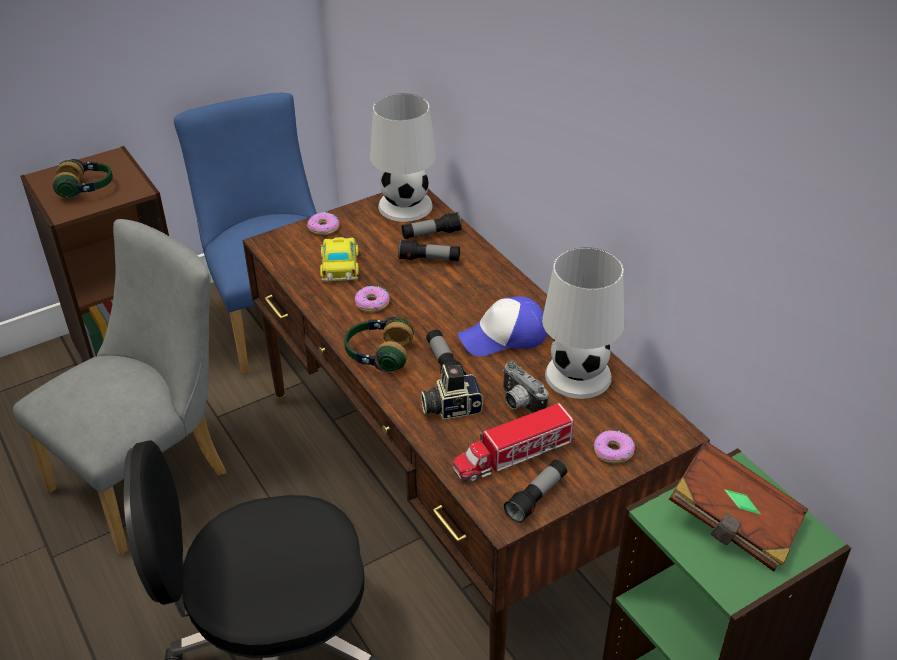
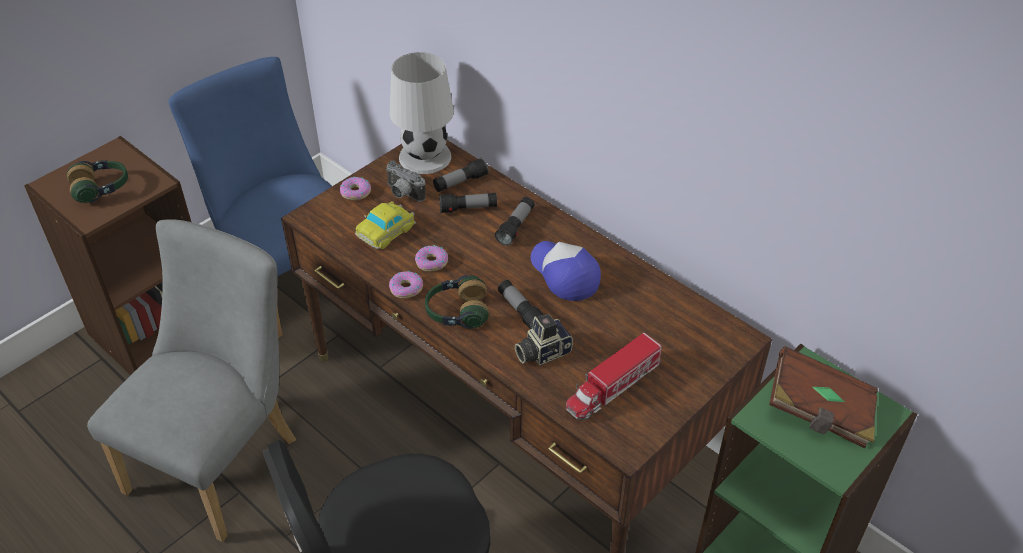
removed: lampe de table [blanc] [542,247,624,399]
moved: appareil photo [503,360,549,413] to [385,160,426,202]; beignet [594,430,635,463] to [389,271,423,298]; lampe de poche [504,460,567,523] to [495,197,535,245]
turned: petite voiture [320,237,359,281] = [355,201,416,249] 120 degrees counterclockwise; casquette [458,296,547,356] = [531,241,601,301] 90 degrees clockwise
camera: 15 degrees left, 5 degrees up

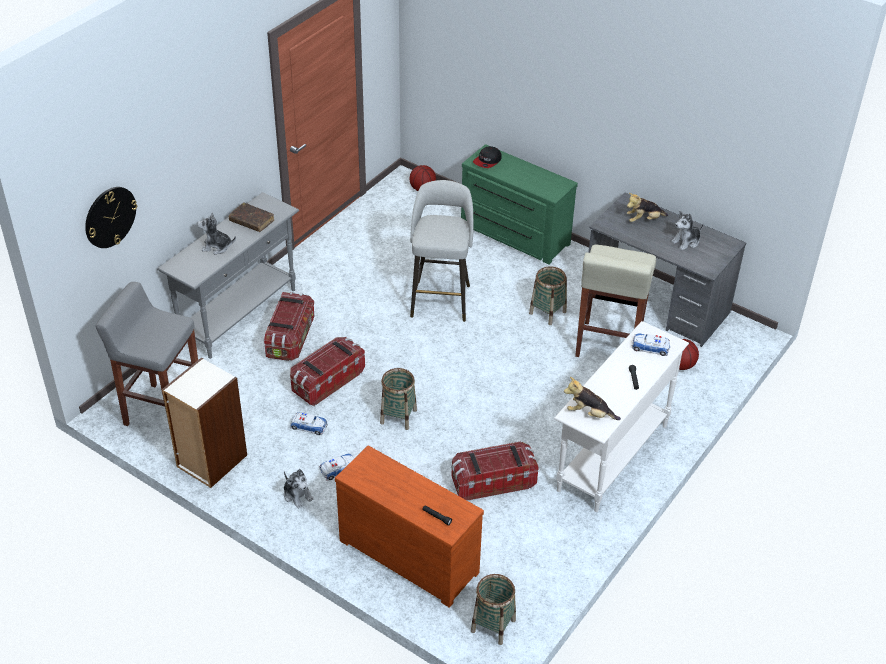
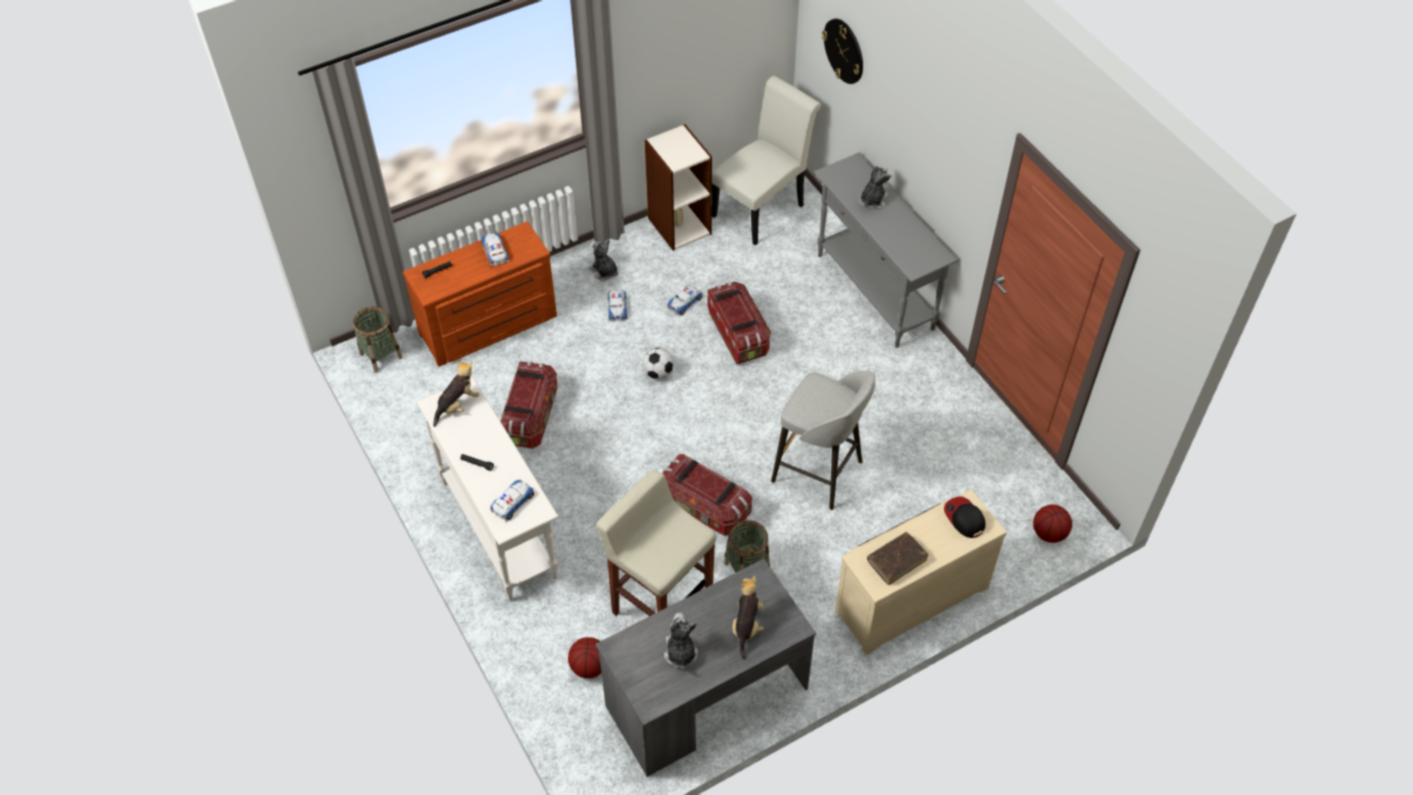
added: petite voiture [481,233,510,266]
moved: boîte de rangement [264,292,314,361] to [662,454,752,536]; livre [marron] [229,203,274,232] to [867,532,928,585]
replaced: panier [380,368,417,430] to ballon de foot [642,348,674,380]; tabouret [gris] [95,282,198,426] to chaise [blanc] [712,76,821,245]
recoloured: commode [vert] [461,144,578,265] to commode [beige] [835,490,1007,655]
turned: peluche [284,469,314,508] = [588,239,618,281] 60 degrees clockwise
camera: 115 degrees right, 10 degrees up

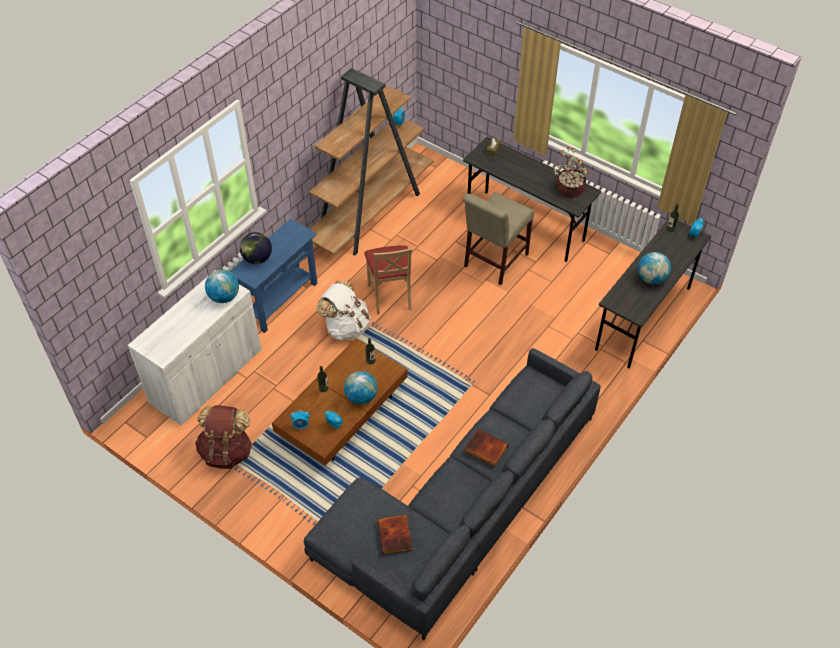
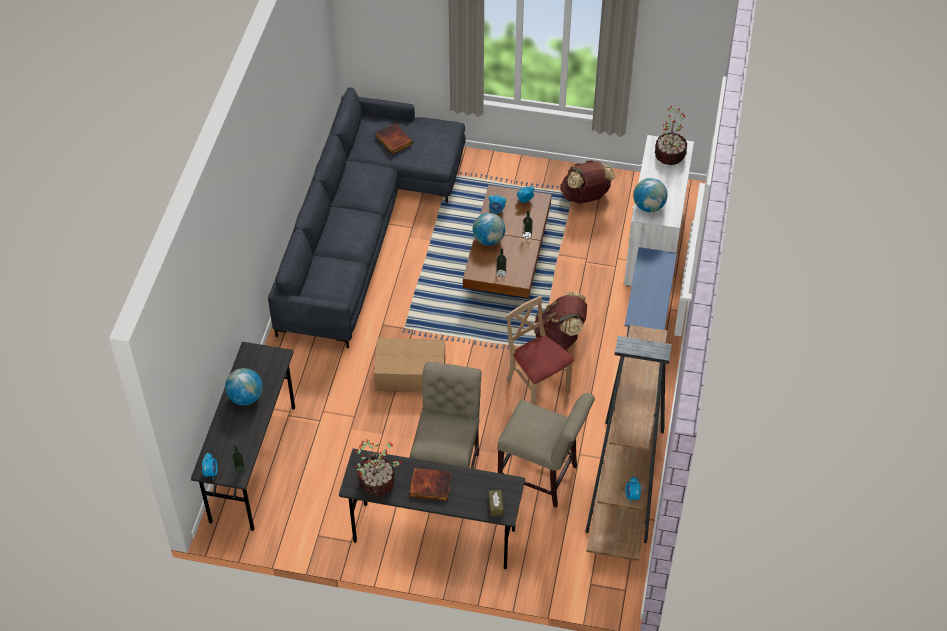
removed: globe [240,232,272,264]
added: carton [374,338,445,392]; chaise [beige] [497,393,595,508]; plante en pot [655,106,687,165]
moved: livre [464,429,508,467] to [409,468,452,501]
recoloured: sac à dos [blanc] [316,281,371,341] to sac à dos [marron] [534,292,587,350]
camera: 155 degrees right, 0 degrees up

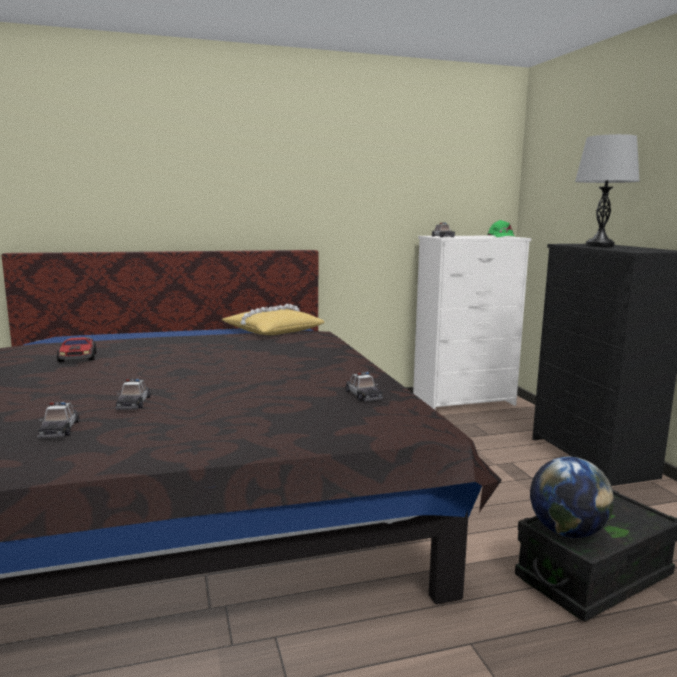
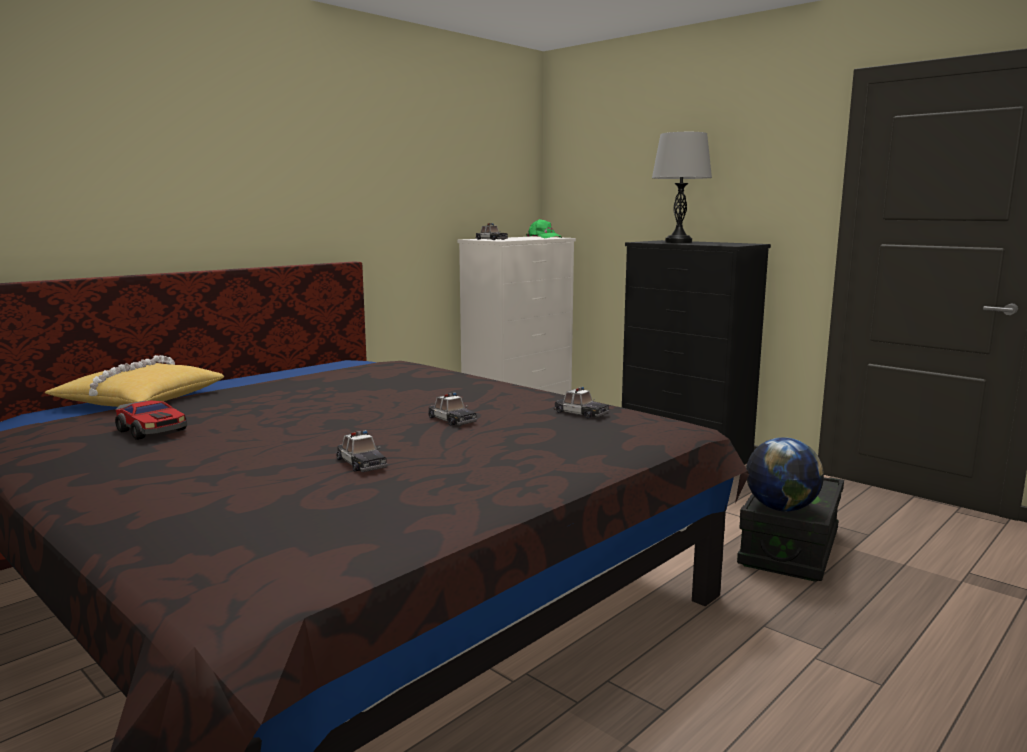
moved: coussin [jaune] [222,304,325,335] to [44,355,224,407]; petite voiture [37,402,80,439] to [428,392,477,426]
camera: 30 degrees left, 0 degrees up

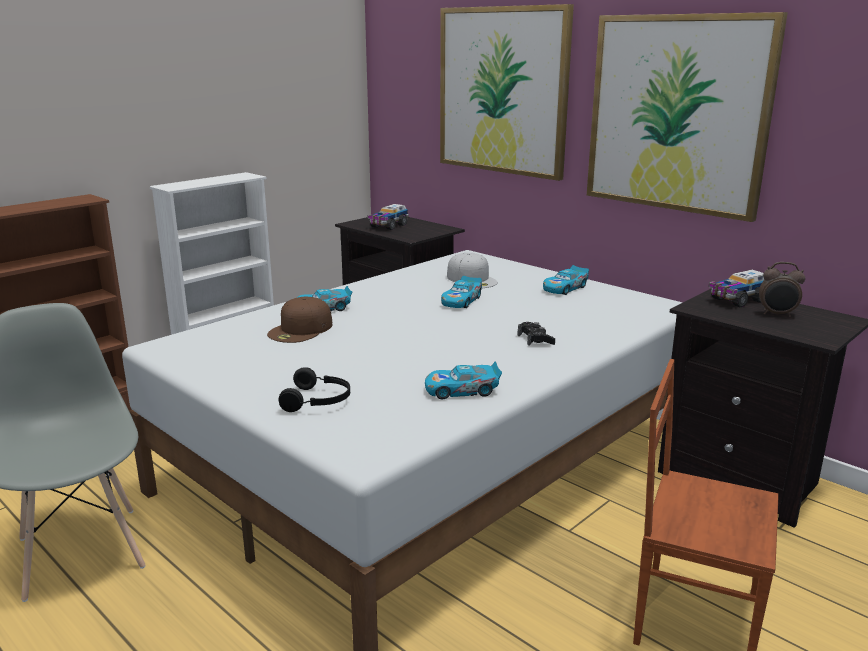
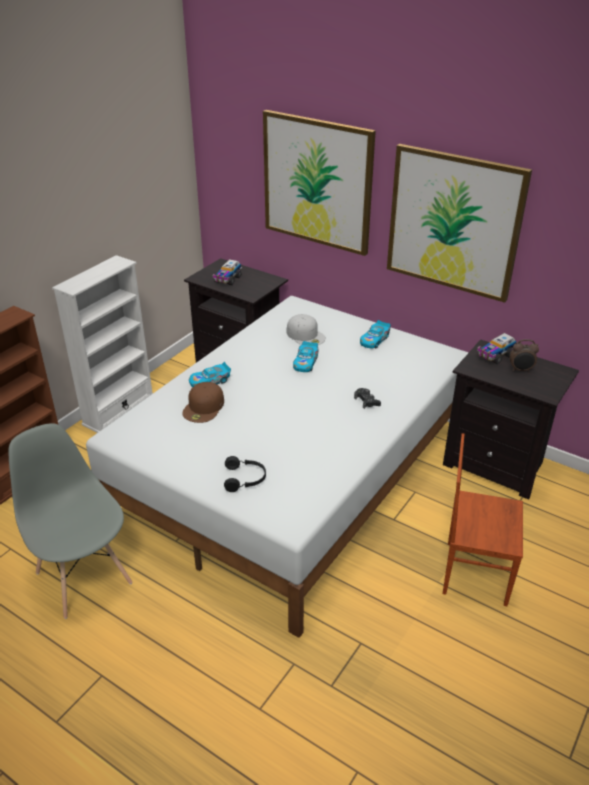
removed: petite voiture [425,362,502,399]
camera: 10 degrees left, 15 degrees up

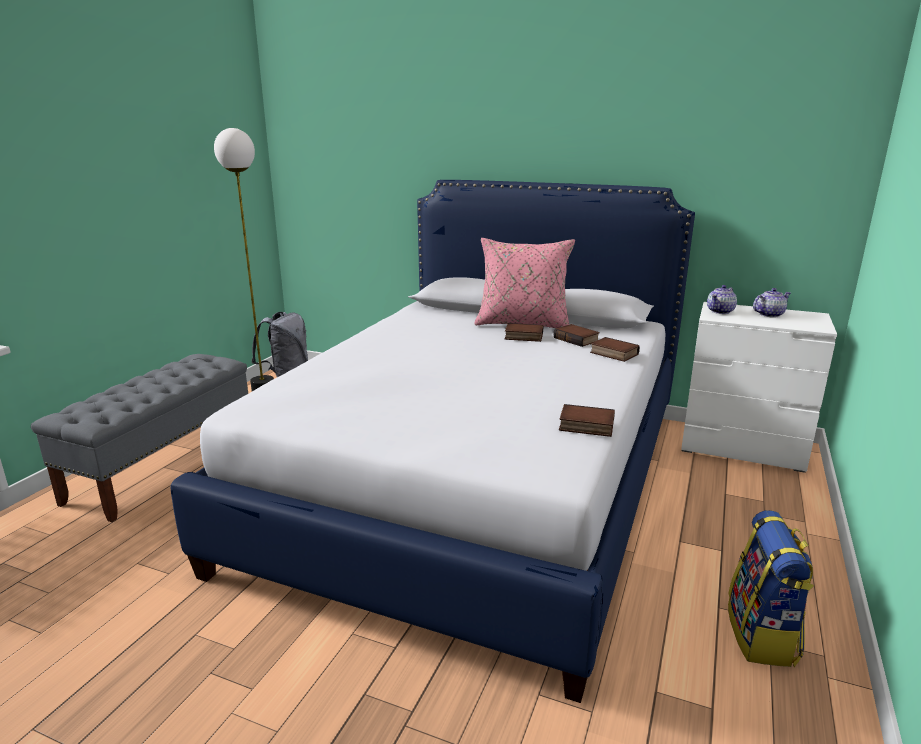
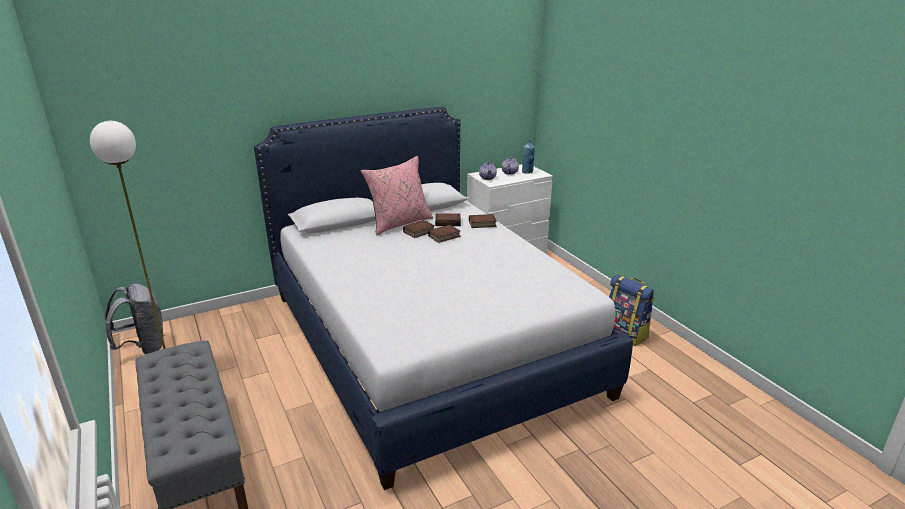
added: bouteille [bleu] [522,140,535,174]
moved: livre [559,404,615,437] to [428,225,460,243]
camera: 50 degrees left, 5 degrees up

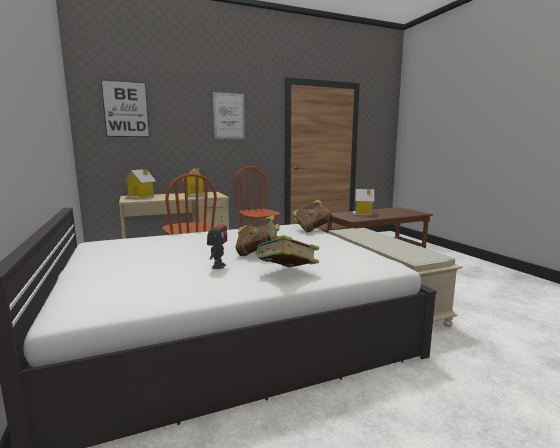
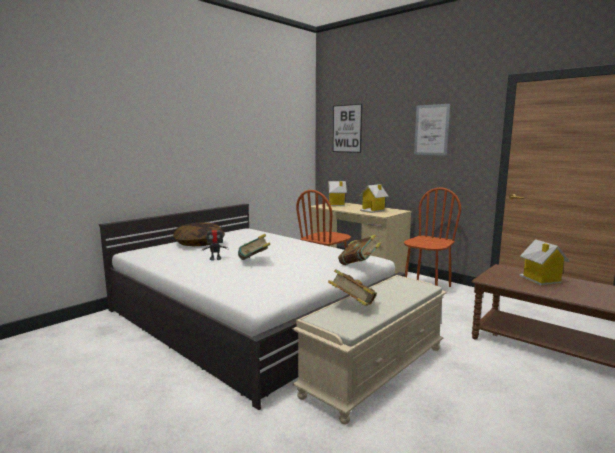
added: coussin [173,222,225,246]
moved: livre [256,235,319,267] to [328,269,377,306]
camera: 65 degrees right, 0 degrees up

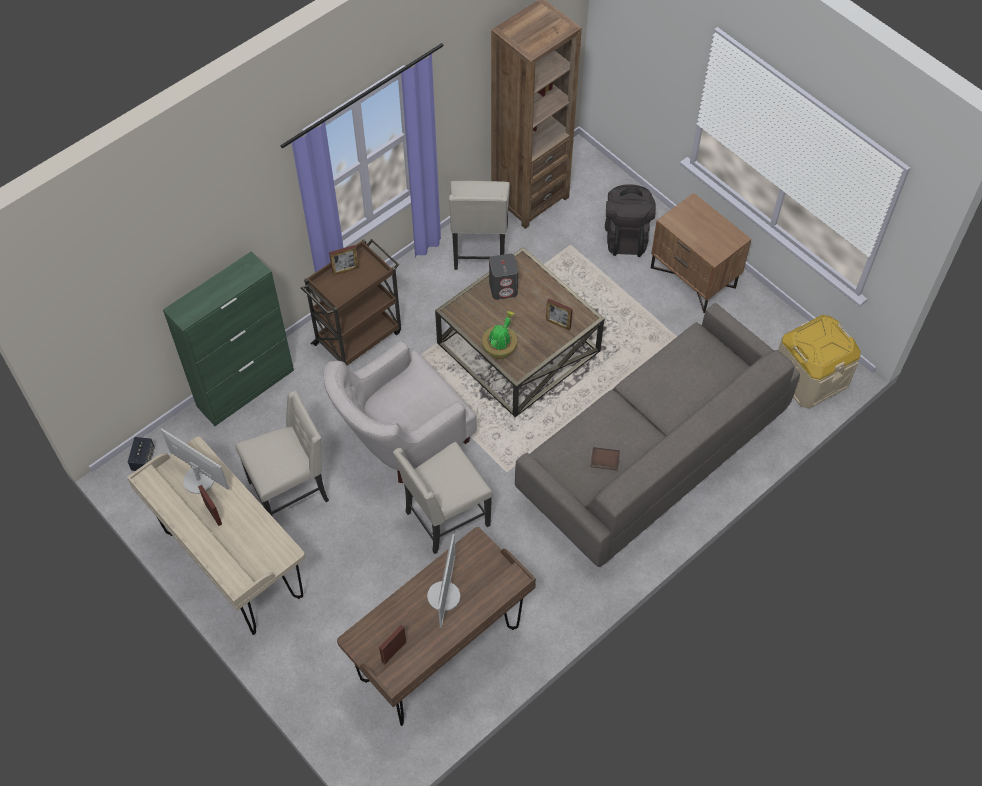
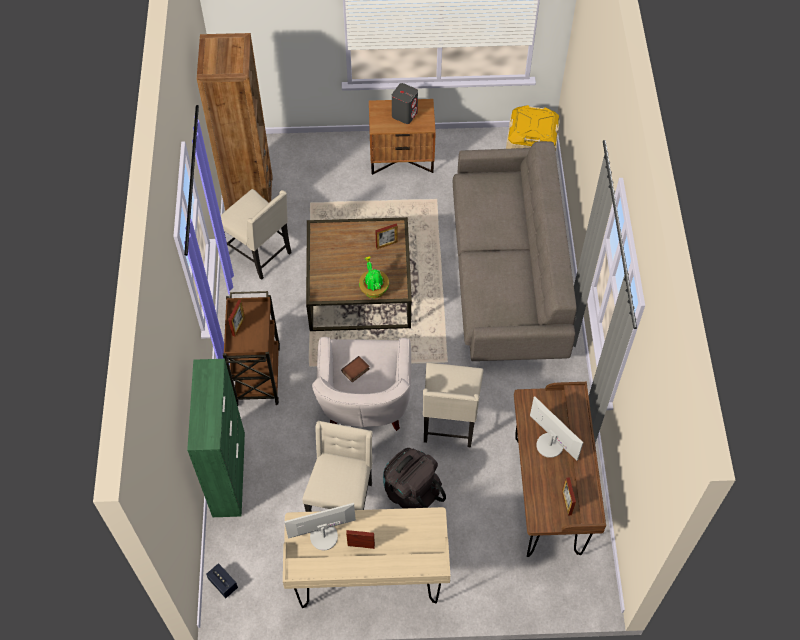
moved: livre [591,447,620,471] to [341,356,369,382]; sac à dos [noir] [605,184,656,257] to [383,448,446,509]; enceinte [gris] [489,253,518,300] to [392,83,418,124]
camera: 50 degrees left, 0 degrees up

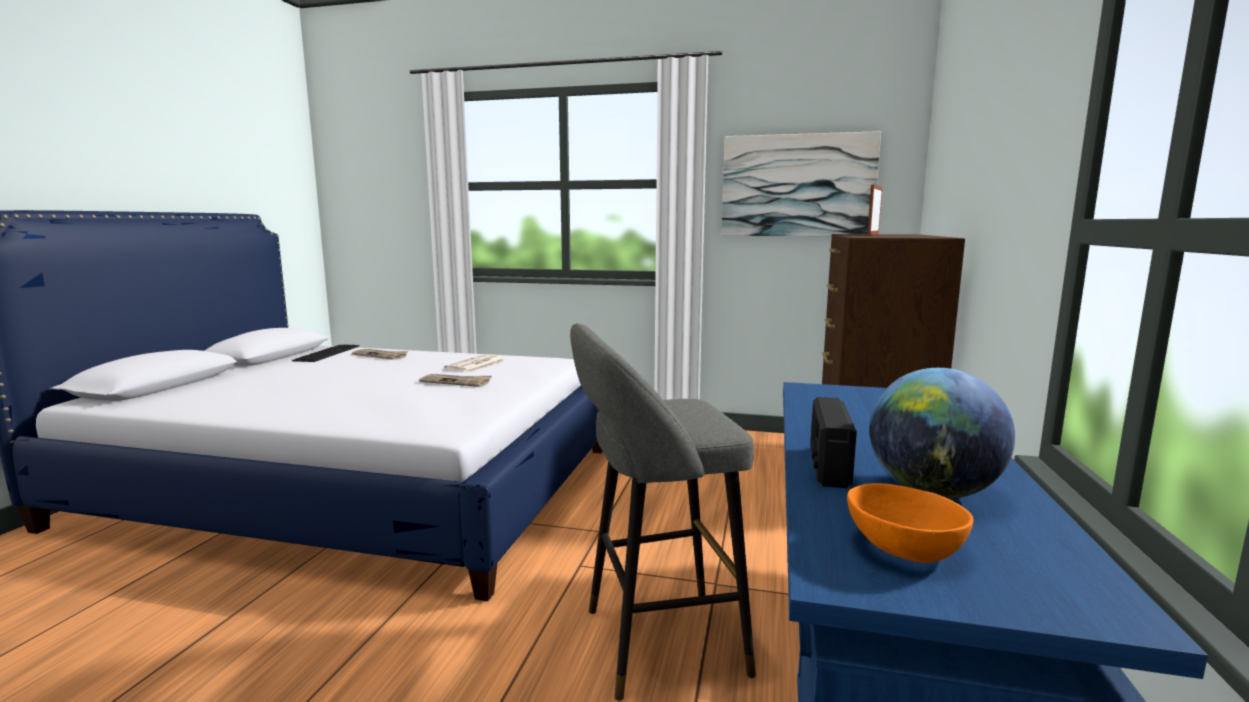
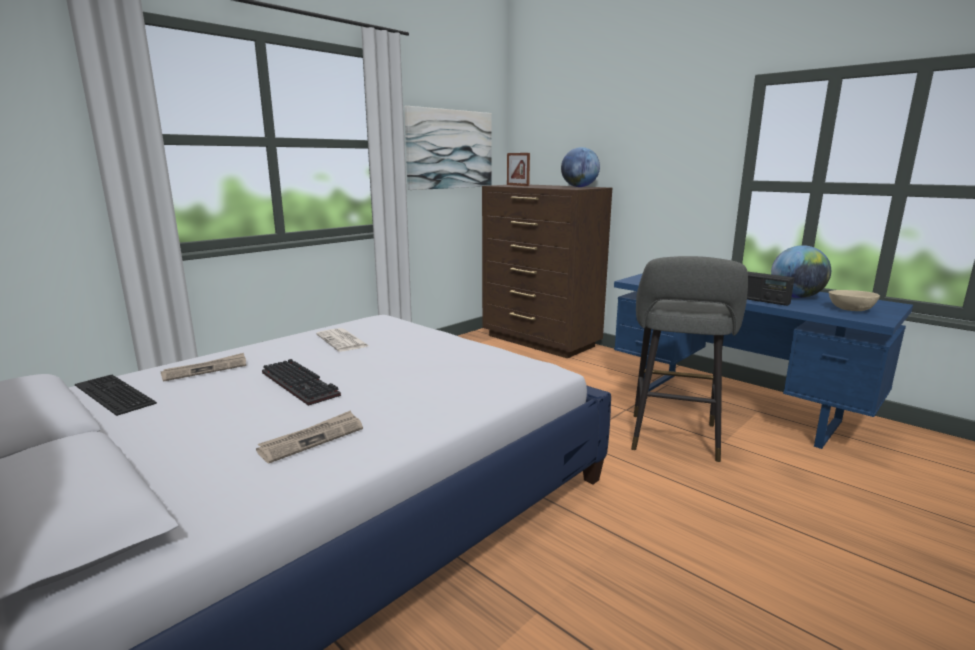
added: clavier [262,359,341,406]; globe [561,147,600,187]
moved: journal [419,374,492,387] to [256,411,363,463]
recoloured: bol [orange] [847,483,973,563] to bol [beige] [829,290,880,311]
camera: 60 degrees left, 5 degrees up

